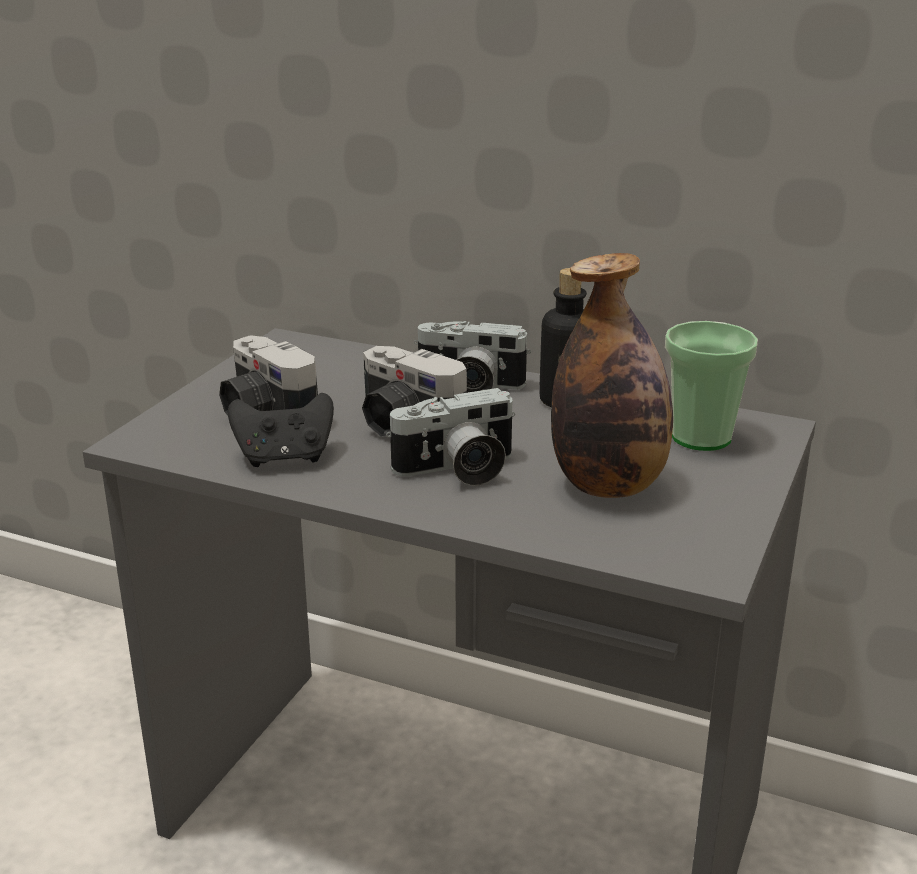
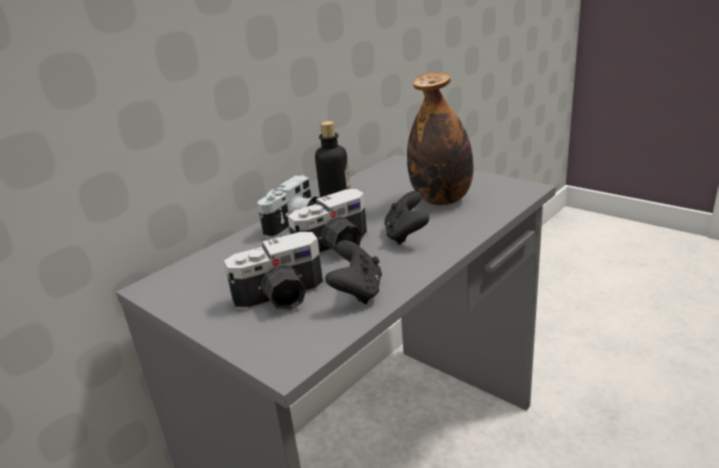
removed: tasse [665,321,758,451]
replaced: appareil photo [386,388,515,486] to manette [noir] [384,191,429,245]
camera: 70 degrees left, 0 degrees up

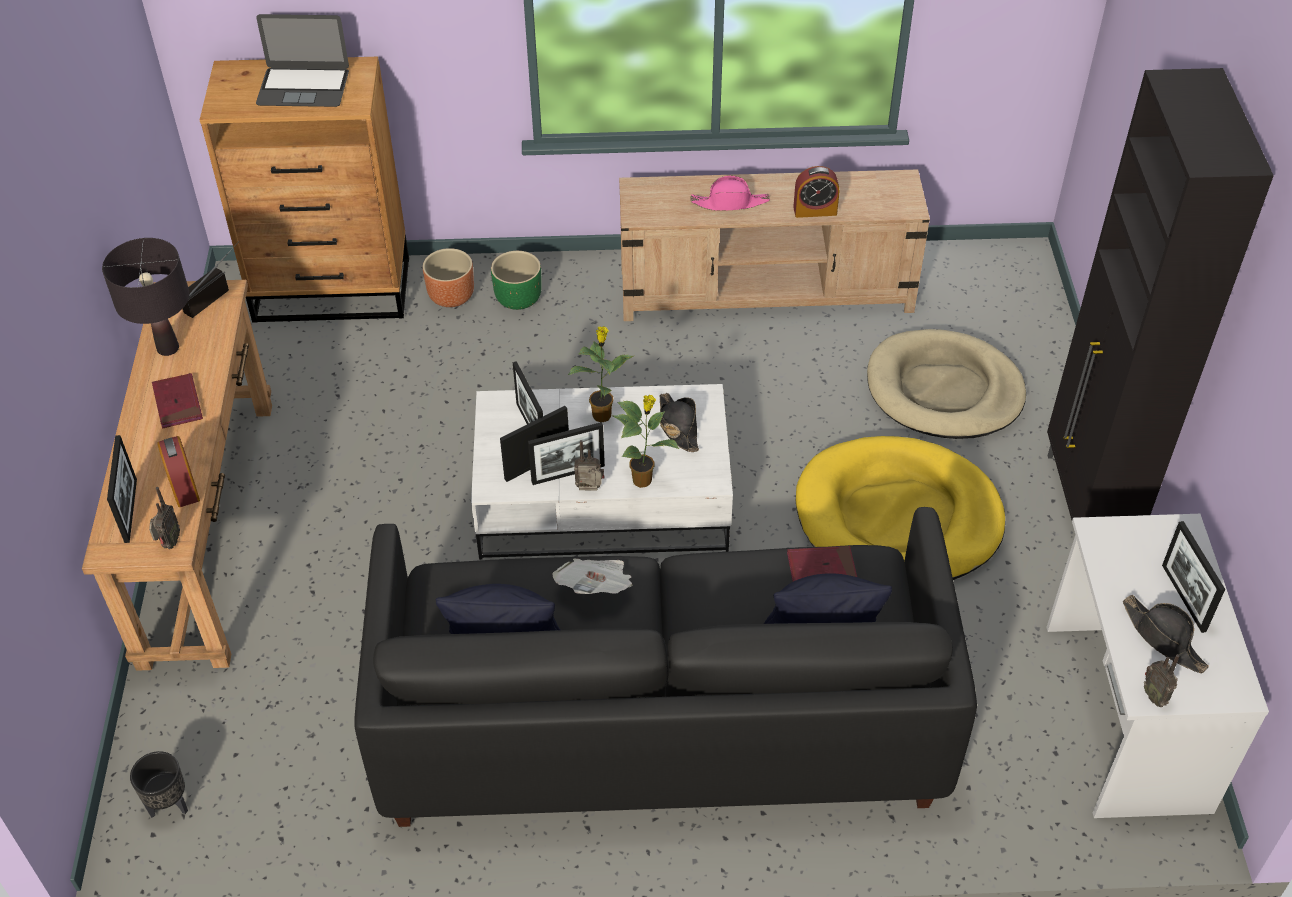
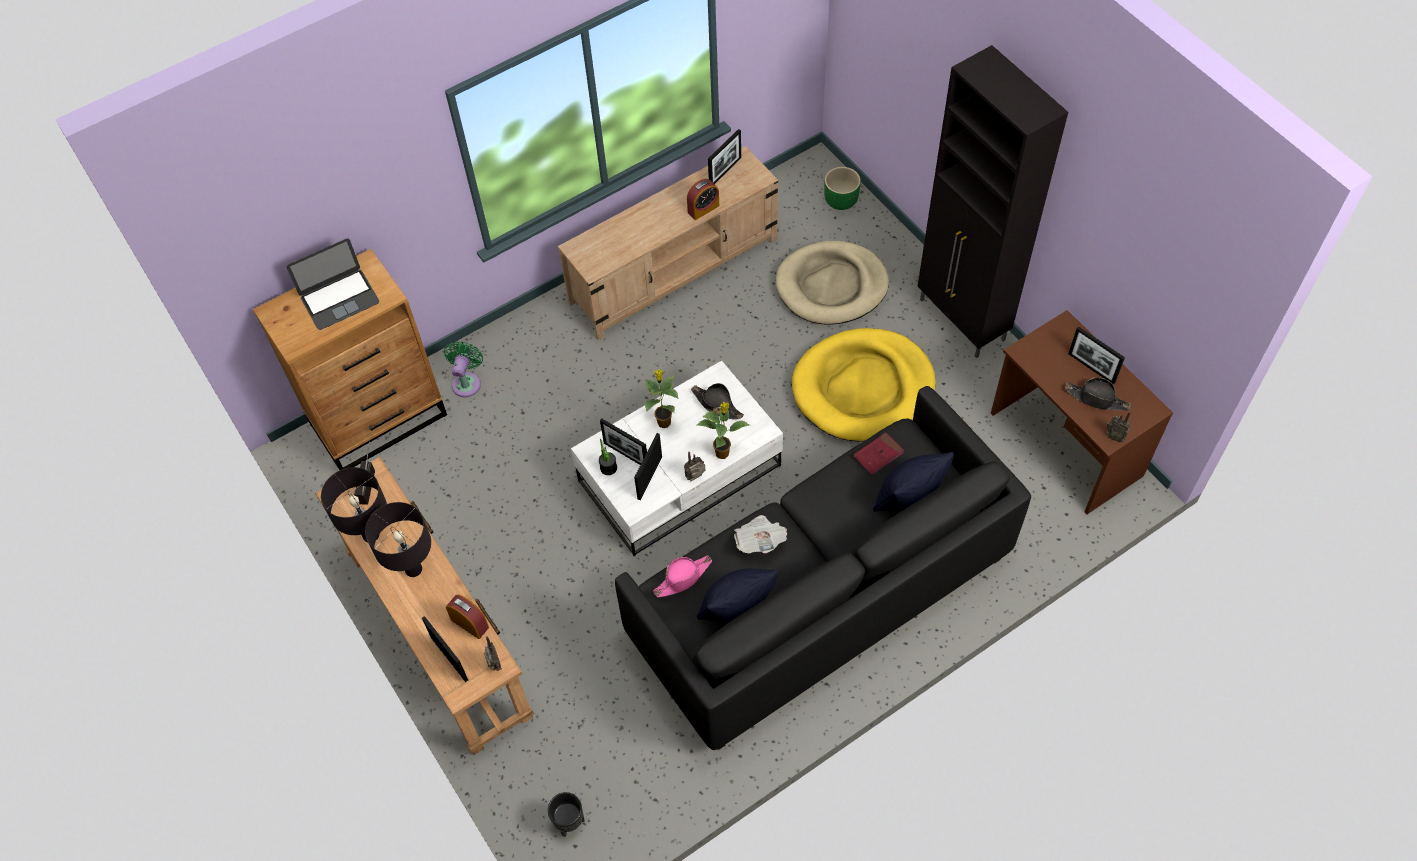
added: plante en pot [599,439,617,475]
moved: chapeau [rose] [690,176,770,211] to [653,555,712,597]; cadre photo [528,422,605,485] to [708,129,741,184]; cache-pot [vert] [491,251,542,310] to [824,167,861,210]
replaced: livre [rouge] [152,373,203,429] to lampe de table [noir] [365,502,431,577]; cache-pot [marron] [423,248,474,307] to ventilateur [vert] [444,341,483,397]
recoloured: bureau [blanc] [1047,514,1269,818] to bureau [marron] [991,310,1173,514]
camera: 30 degrees left, 10 degrees up

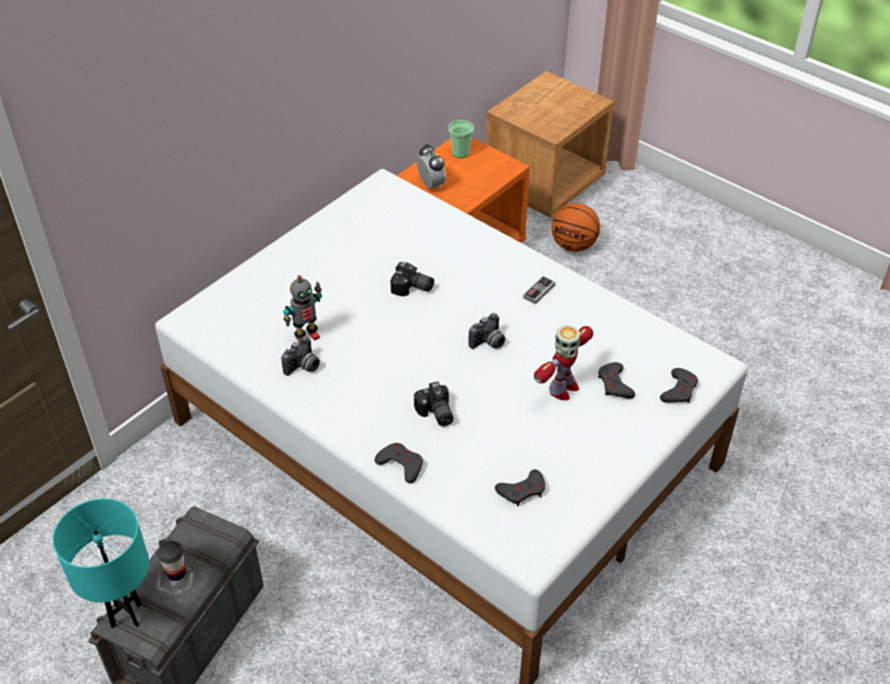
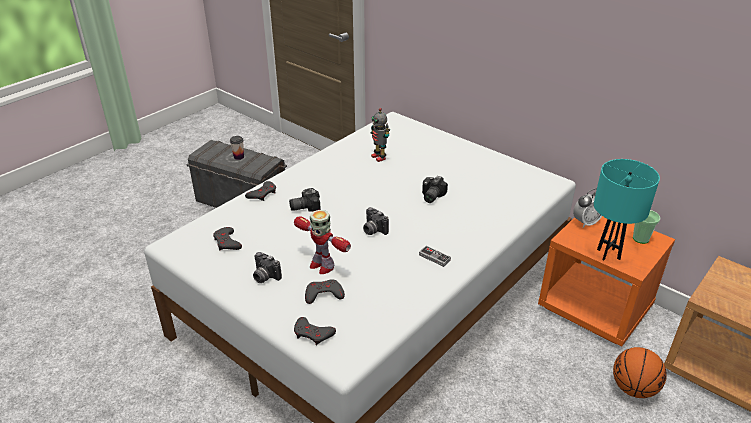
moved: appareil photo [281,336,320,376] to [253,252,282,283]; lampe de table [turquoise] [53,498,149,628] to [594,159,660,260]
camera: 90 degrees right, 10 degrees down

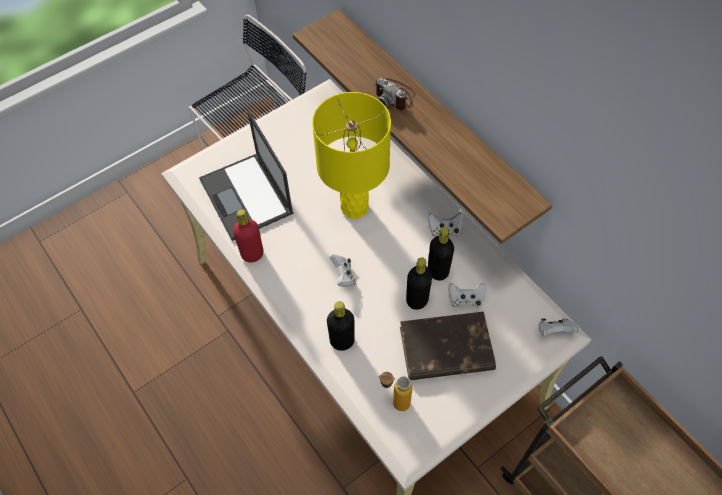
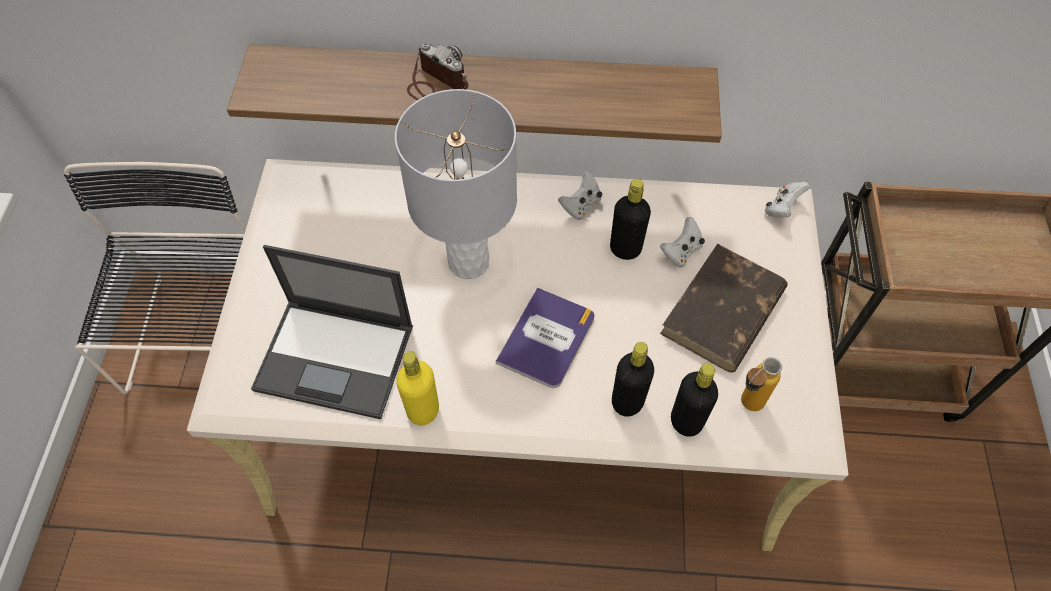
moved: bouteille [noir] [406,257,432,310] to [671,363,718,437]
replaced: manette [blanc] [330,254,356,287] to livre [496,287,594,388]
recoloured: lampe de table [jaune] [312,92,391,219] to lampe de table [gris] [395,89,517,279]; bouteille [rouge] [233,209,263,262] to bouteille [jaune] [396,351,439,426]
turned: appareil photo [374,77,416,110] = [407,43,468,100] 135 degrees counterclockwise
camera: 50 degrees left, 0 degrees up

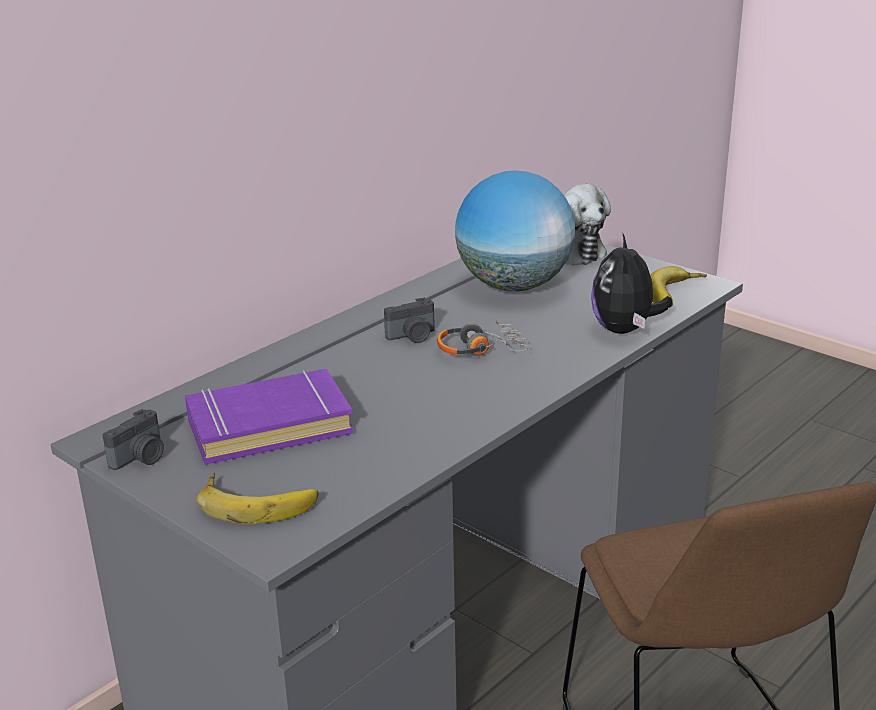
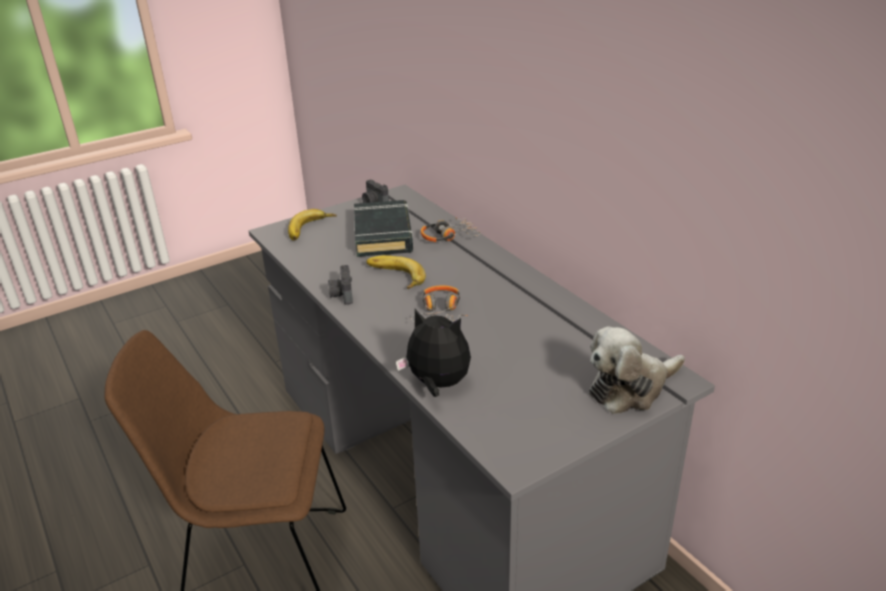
removed: globe [455,170,575,291]
added: casque audio [421,217,481,242]
moved: appareil photo [384,297,435,343] to [328,265,353,305]; banane [650,266,707,308] to [366,255,426,289]
recoloured: livre [violet] [185,369,354,465] to livre [noir] [354,200,413,257]
camera: 105 degrees right, 5 degrees up

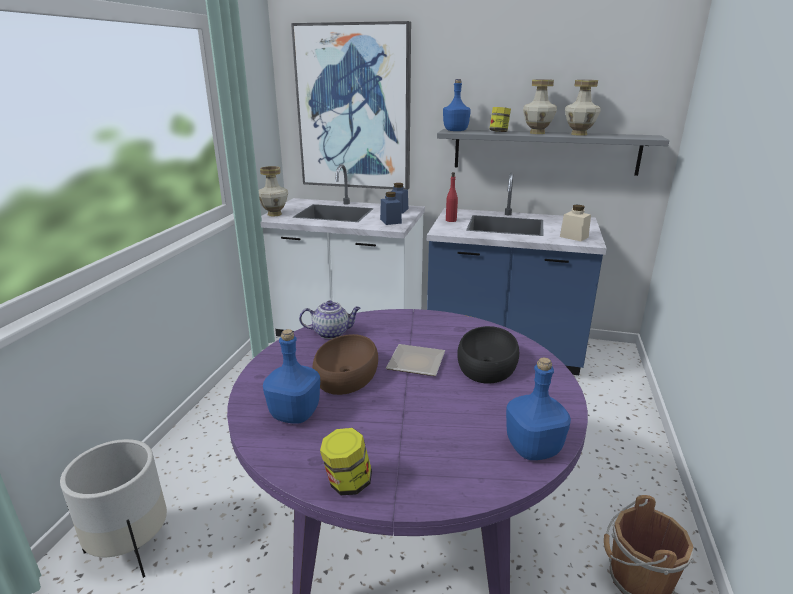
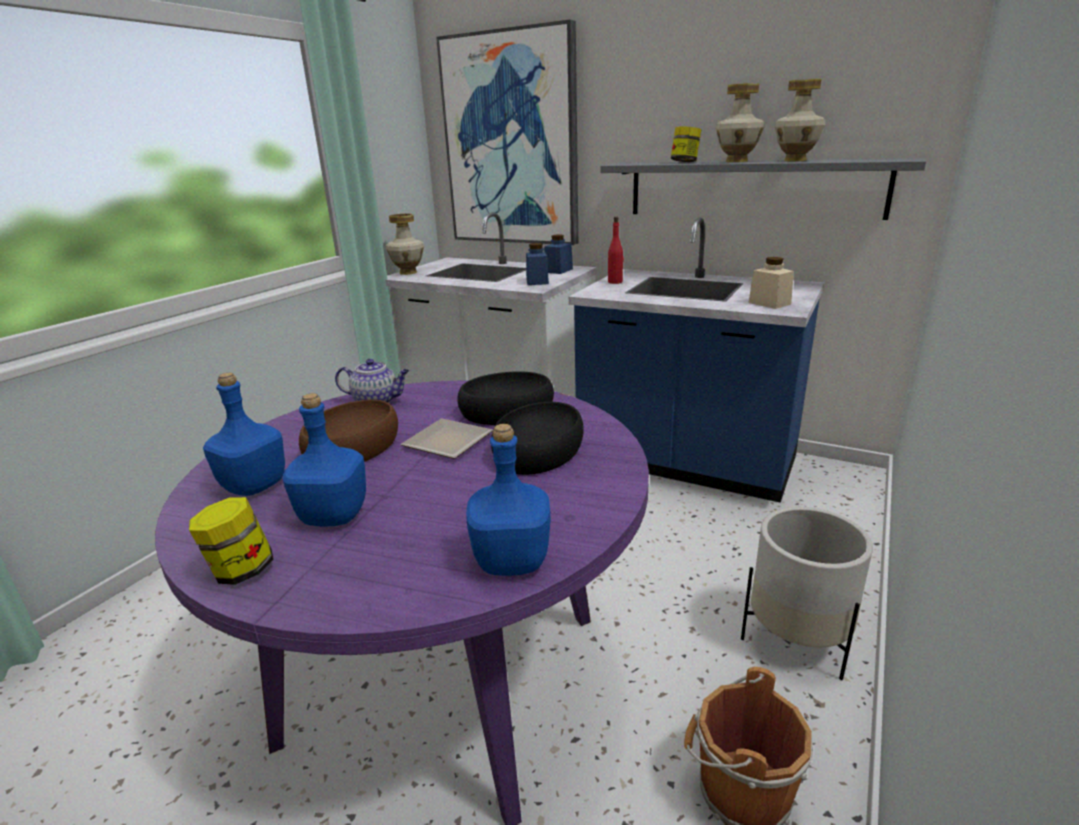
added: bol [noir] [457,371,554,425]
moved: bouteille [bleu] [443,79,471,131] to [283,393,366,526]; cache-pot [blanc] [60,439,167,578] to [741,507,873,680]
camera: 15 degrees right, 0 degrees up

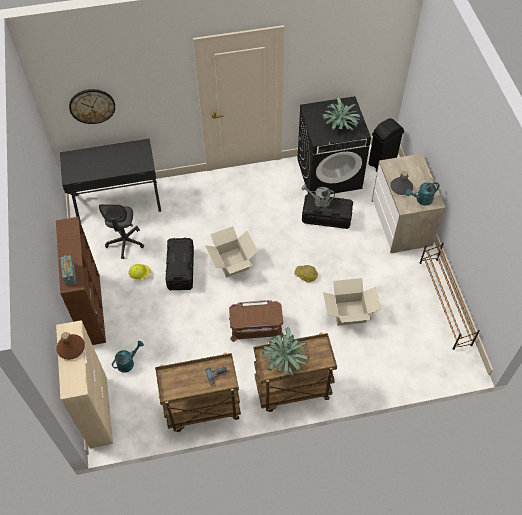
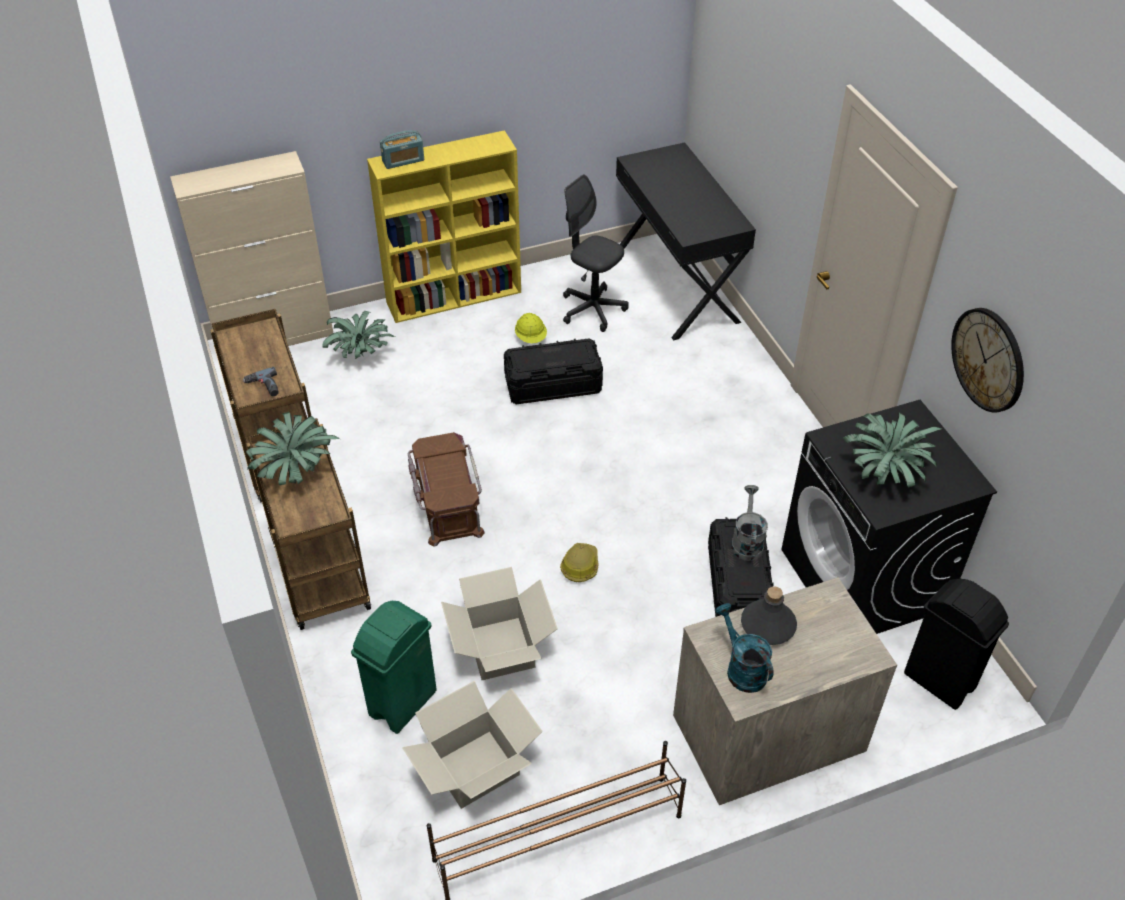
removed: bouteille [marron] [57,332,85,360]
added: poubelle [vert] [351,601,437,734]
moved: carton [205,226,258,278] to [403,681,543,809]; horloge murale [69,89,115,124] to [951,308,1024,413]
replaced: arrosoir [turquoise] [112,341,144,373] to plante en pot [322,311,395,359]
recoloured: bibliothèque [marron] [56,217,106,345] to bibliothèque [jaune] [367,130,521,323]
turned: chaise de bureau [gris] [99,204,144,259] = [563,174,629,332] 45 degrees clockwise
camera: 80 degrees right, 10 degrees down

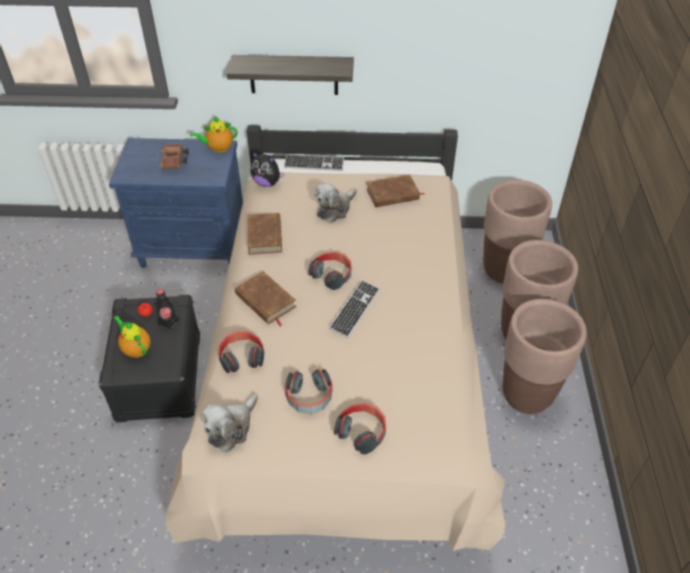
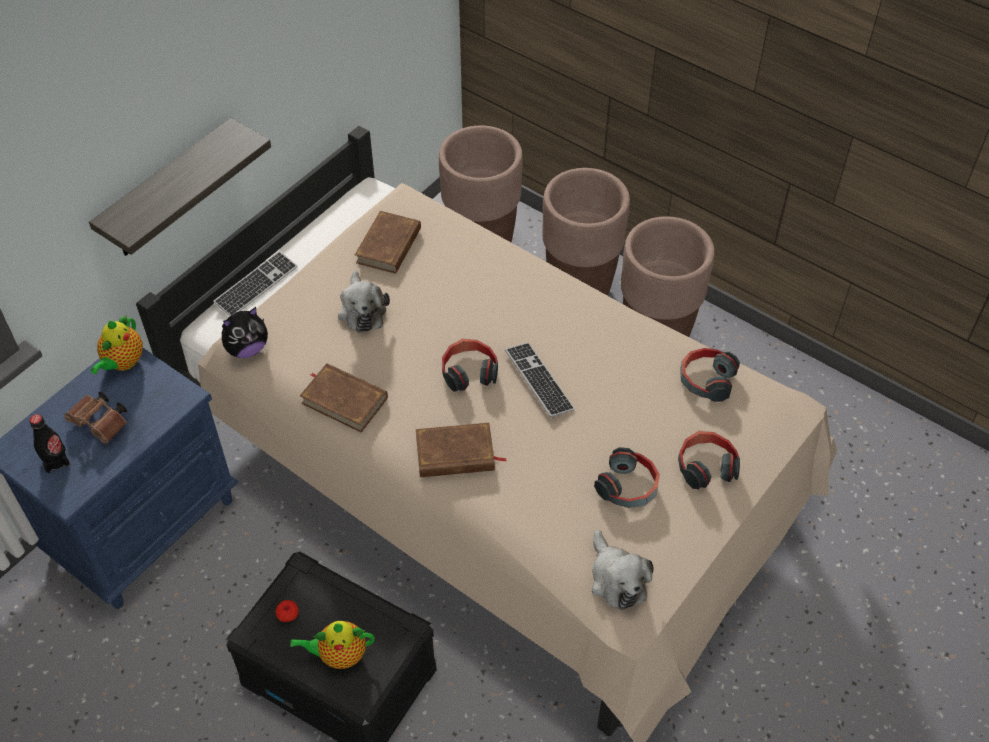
moved: bouteille [noir] [156,289,179,331] to [29,414,70,474]; casque audio [218,330,264,373] to [680,348,740,402]
camera: 55 degrees left, 5 degrees up

